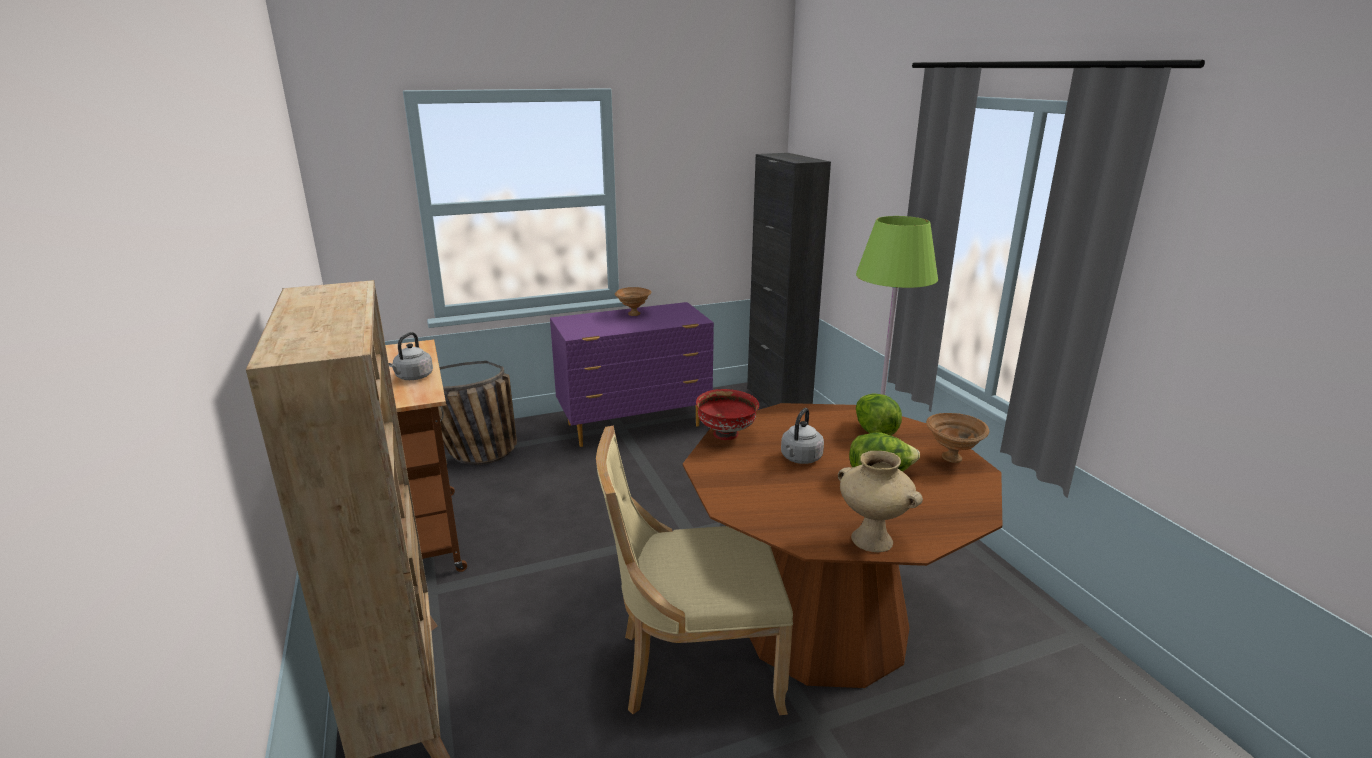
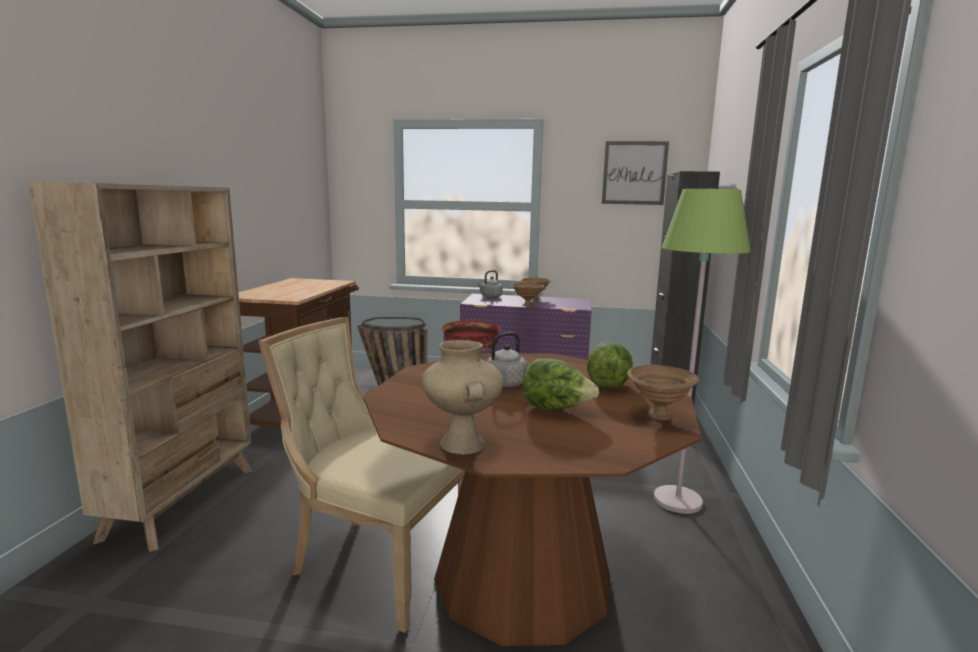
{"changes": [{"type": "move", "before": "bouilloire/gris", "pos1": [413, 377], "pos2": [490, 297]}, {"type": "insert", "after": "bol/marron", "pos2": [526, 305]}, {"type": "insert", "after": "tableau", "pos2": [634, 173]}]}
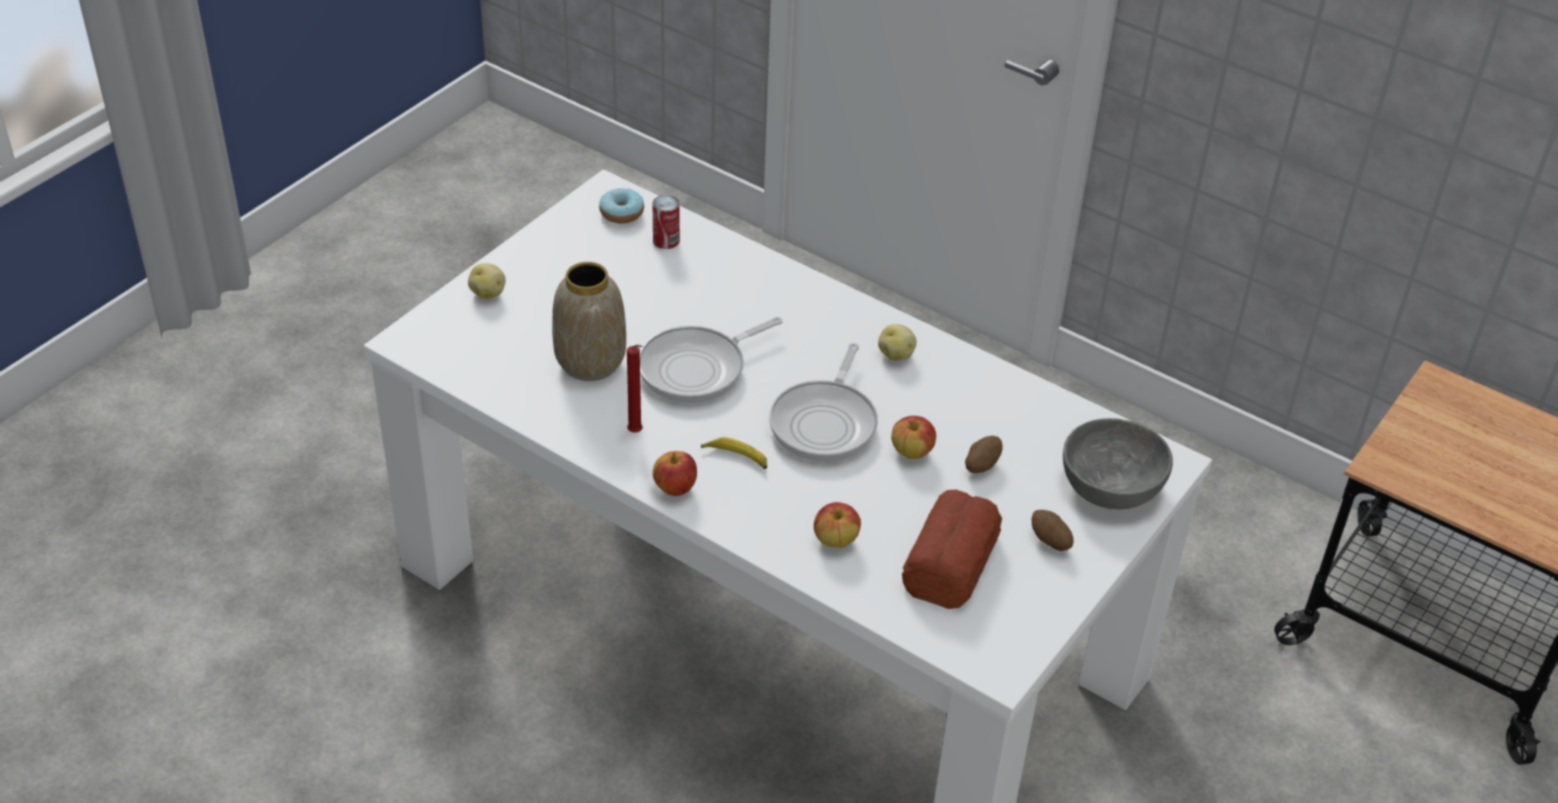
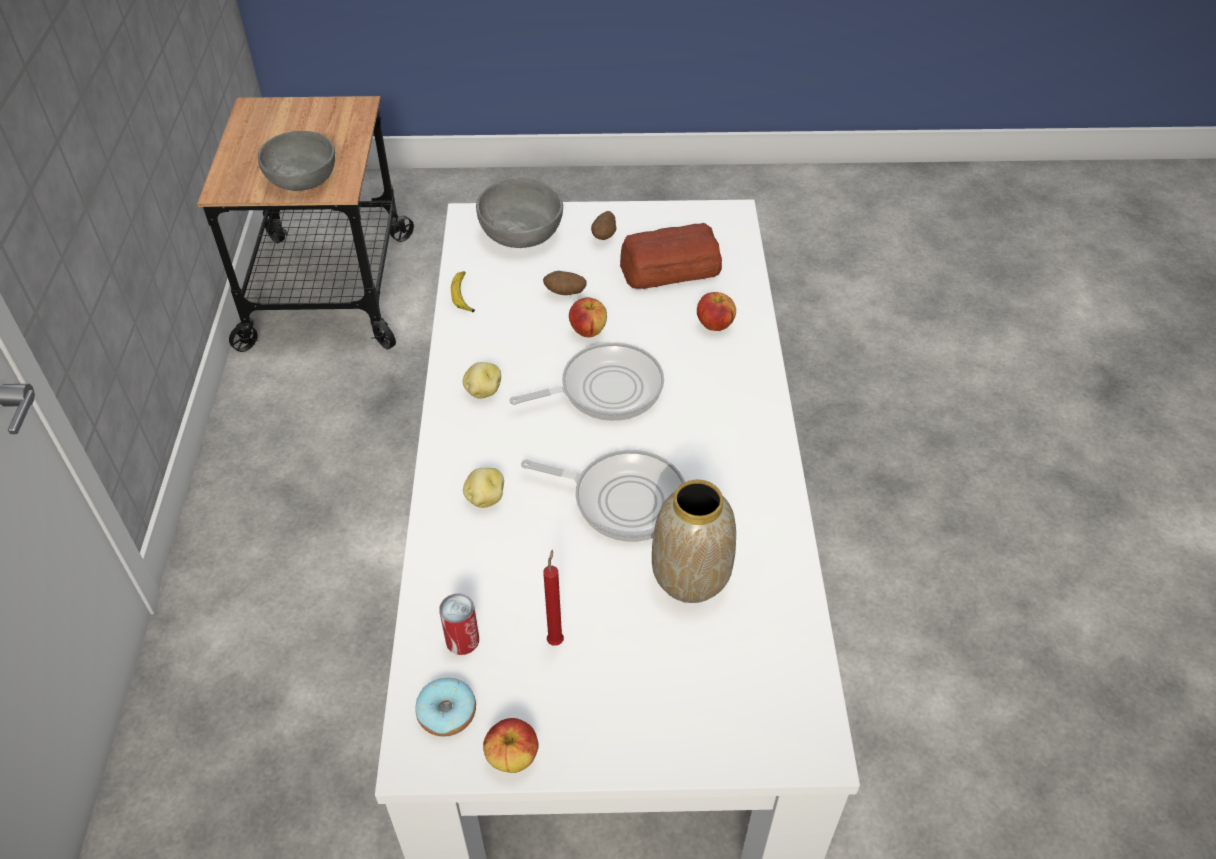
{"changes": [{"type": "insert", "after": "bol/gris", "pos2": [302, 178]}, {"type": "move", "before": "banane", "pos1": [736, 457], "pos2": [464, 295]}, {"type": "move", "before": "pomme de terre", "pos1": [488, 292], "pos2": [485, 498]}, {"type": "move", "before": "pomme", "pos1": [675, 488], "pos2": [512, 757]}, {"type": "move", "before": "bougie/rouge", "pos1": [636, 433], "pos2": [556, 639]}]}
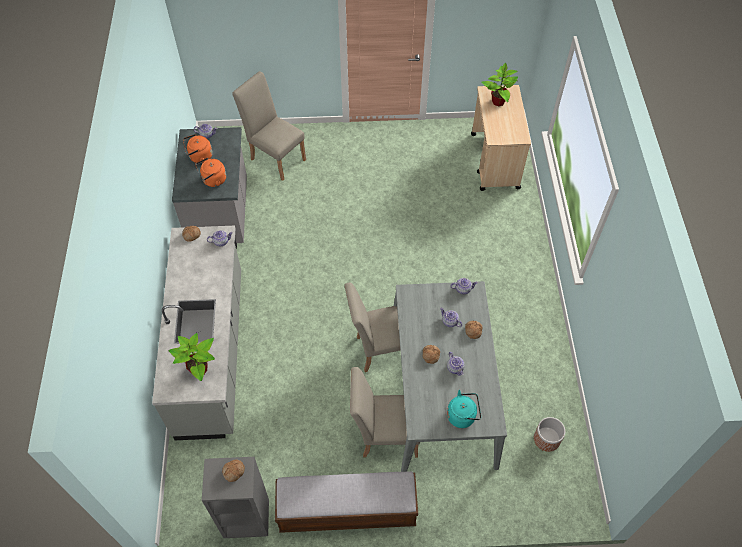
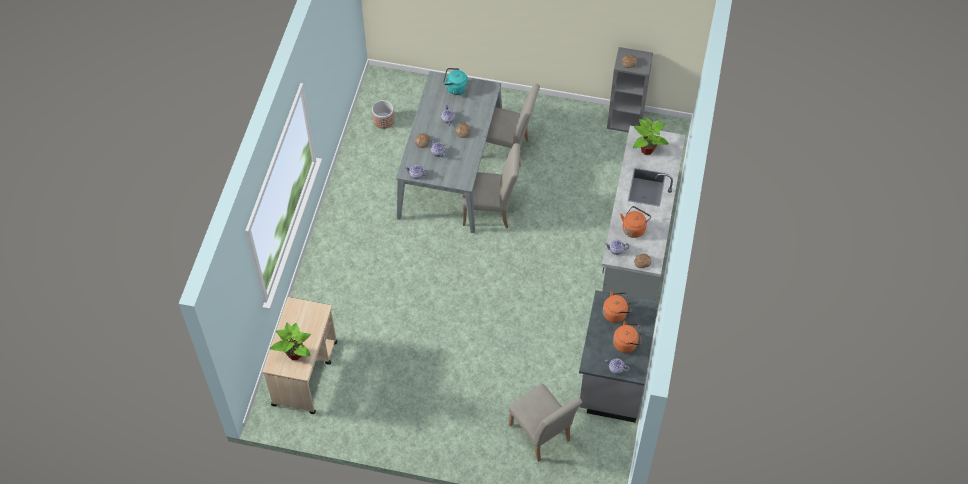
{"changes": [{"type": "insert", "after": "bouilloire/orange", "pos2": [634, 228]}, {"type": "delete", "before": "banc", "pos1": [347, 510]}]}
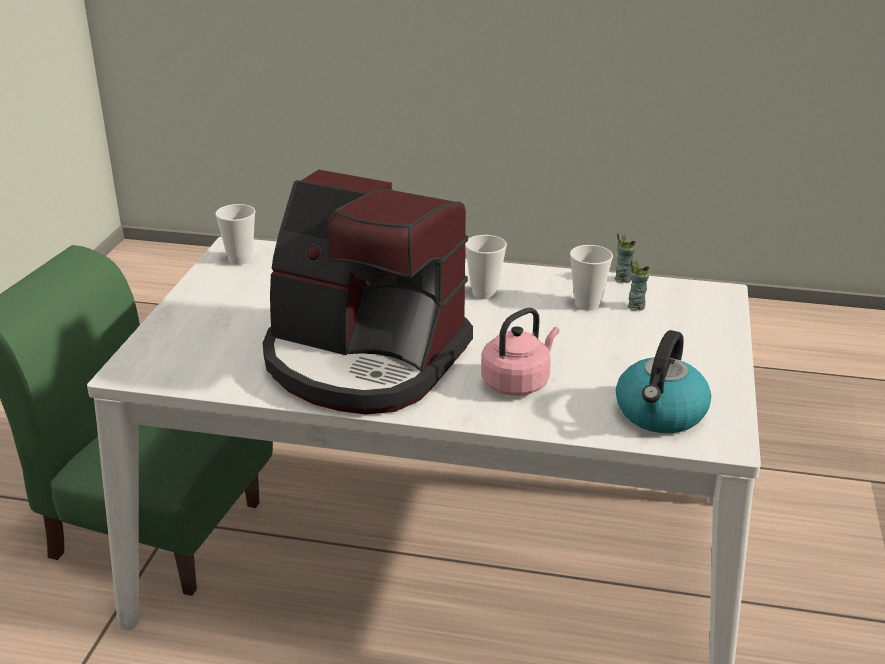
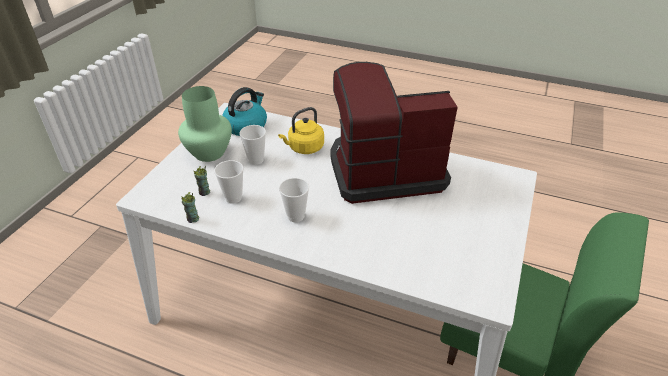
{"changes": [{"type": "insert", "after": "vase/vert", "pos2": [208, 153]}, {"type": "move", "before": "tasse", "pos1": [240, 259], "pos2": [256, 160]}, {"type": "recolor", "before": "bouilloire/rose", "after": "bouilloire/jaune", "pos1": [518, 382], "pos2": [304, 148]}, {"type": "rotate", "before": "machine à café", "pos1": [363, 360], "pos2": [383, 170], "turn": -45}]}
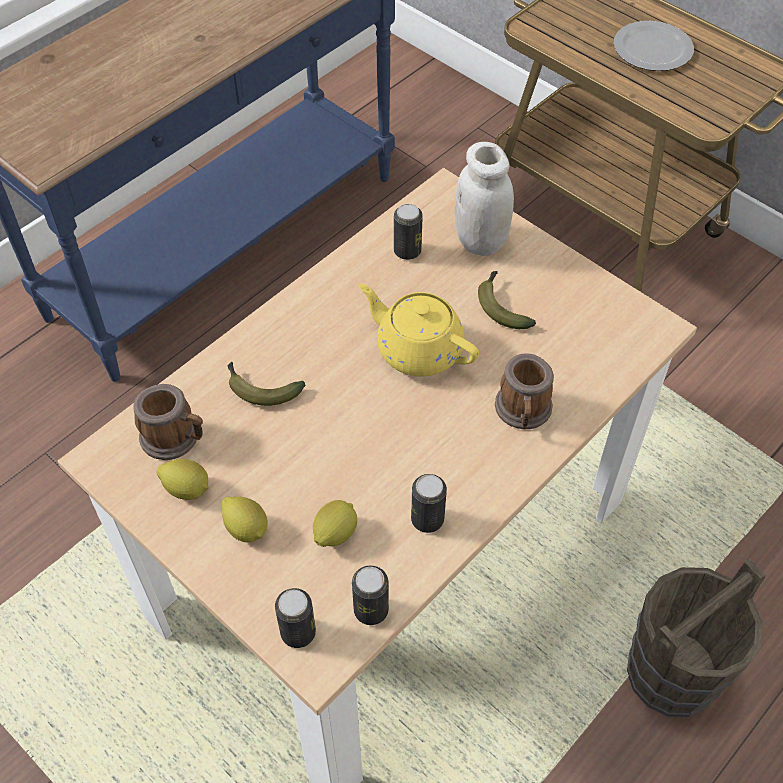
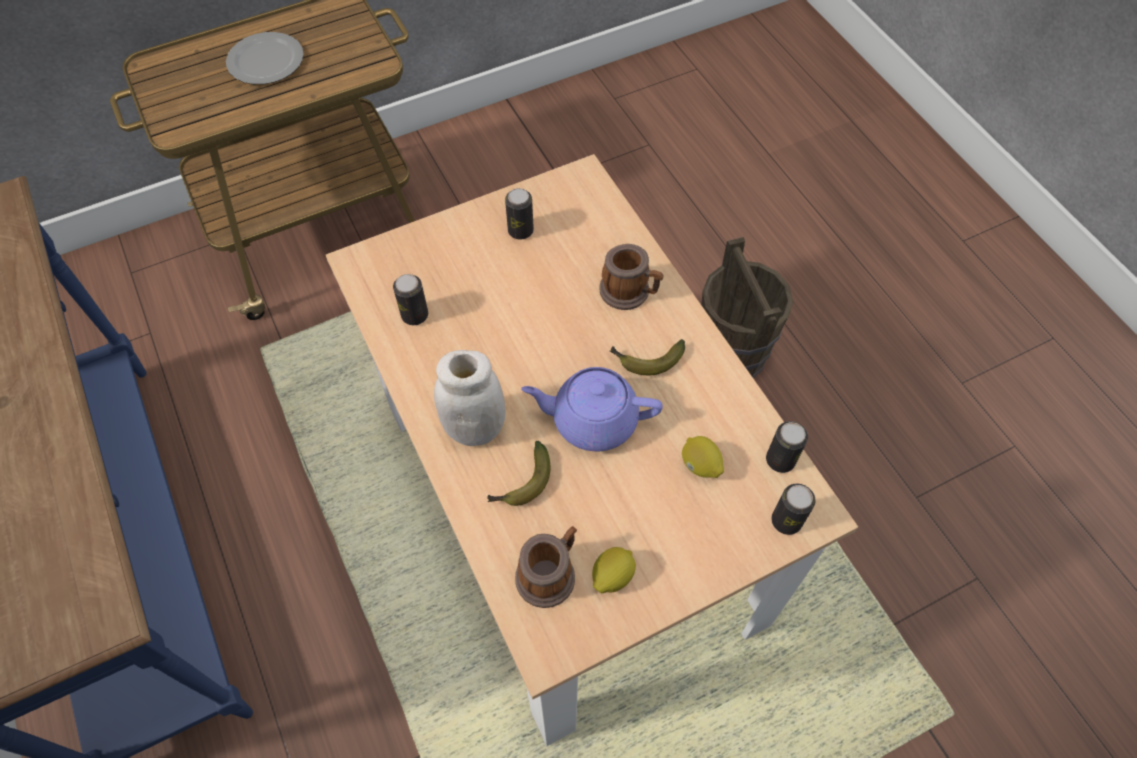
{"changes": [{"type": "move", "before": "bocal/blanc", "pos1": [480, 241], "pos2": [475, 428]}, {"type": "move", "before": "boîte métallique", "pos1": [427, 519], "pos2": [520, 231]}, {"type": "insert", "after": "théière/violet", "pos2": [592, 420]}, {"type": "move", "before": "banane", "pos1": [501, 306], "pos2": [646, 360]}, {"type": "delete", "before": "citron", "pos1": [246, 528]}, {"type": "delete", "before": "théière/jaune", "pos1": [417, 349]}]}
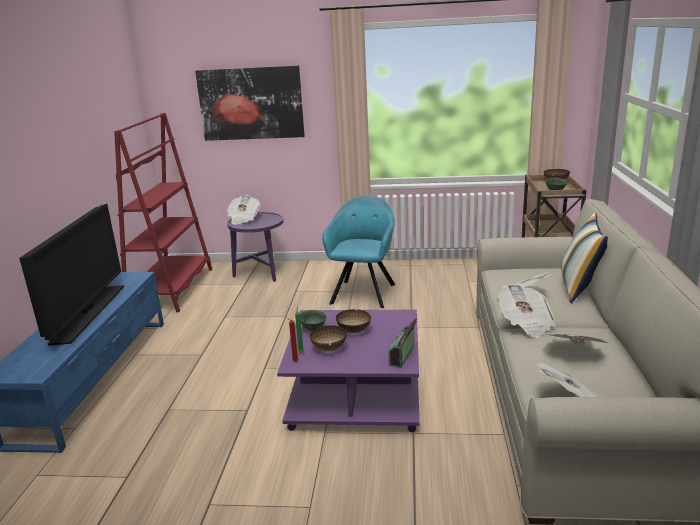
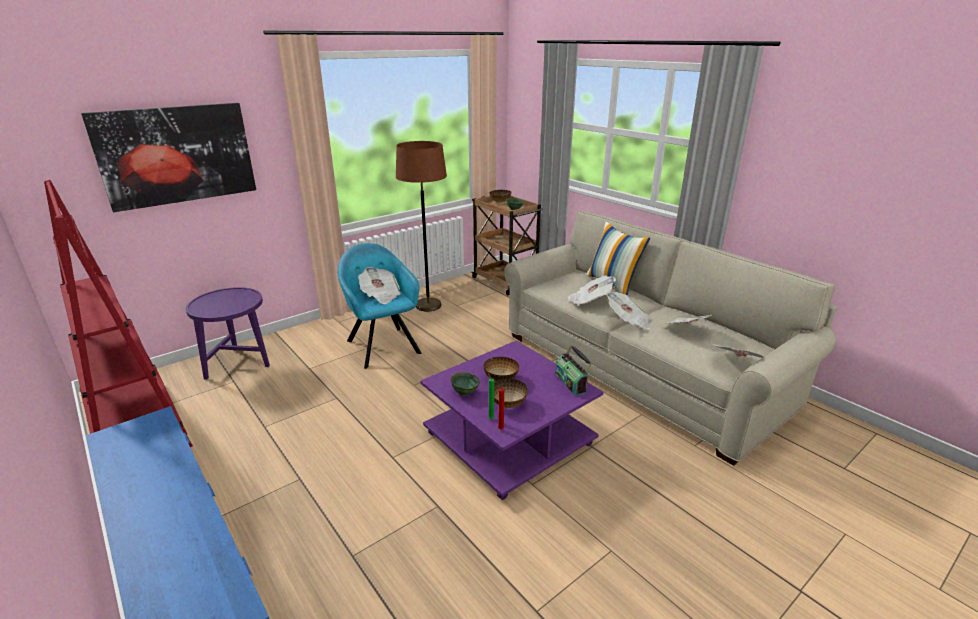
{"changes": [{"type": "move", "before": "journal", "pos1": [243, 219], "pos2": [380, 295]}, {"type": "insert", "after": "lampadaire/marron", "pos2": [428, 305]}, {"type": "delete", "before": "téléviseur", "pos1": [89, 313]}]}
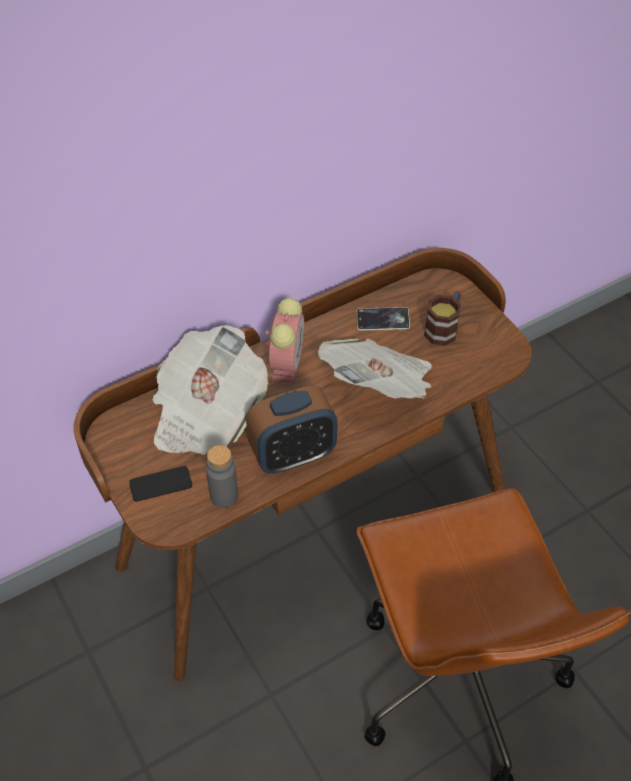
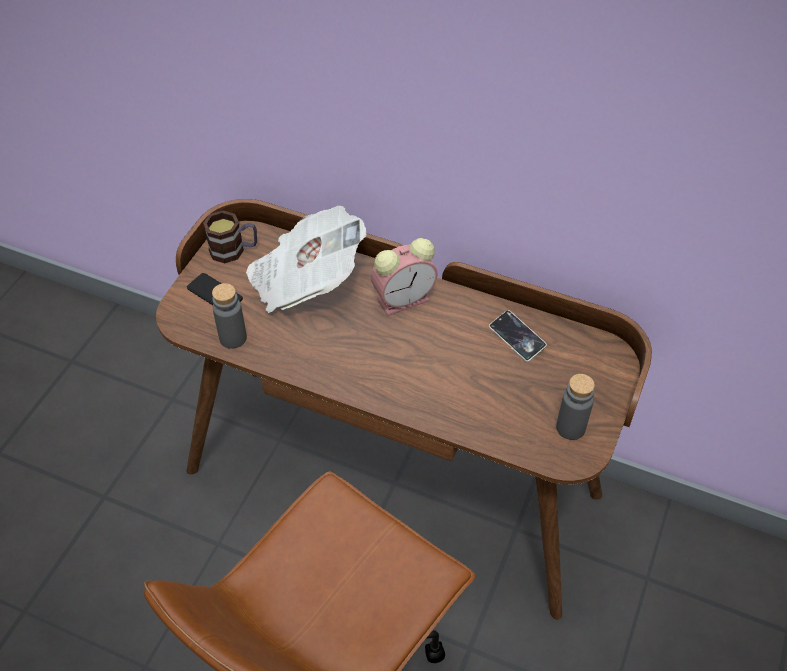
{"changes": [{"type": "move", "before": "mug", "pos1": [444, 328], "pos2": [234, 250]}, {"type": "insert", "after": "bouteille/gris", "pos2": [570, 428]}, {"type": "delete", "before": "réveil", "pos1": [293, 455]}, {"type": "delete", "before": "journal", "pos1": [379, 387]}]}
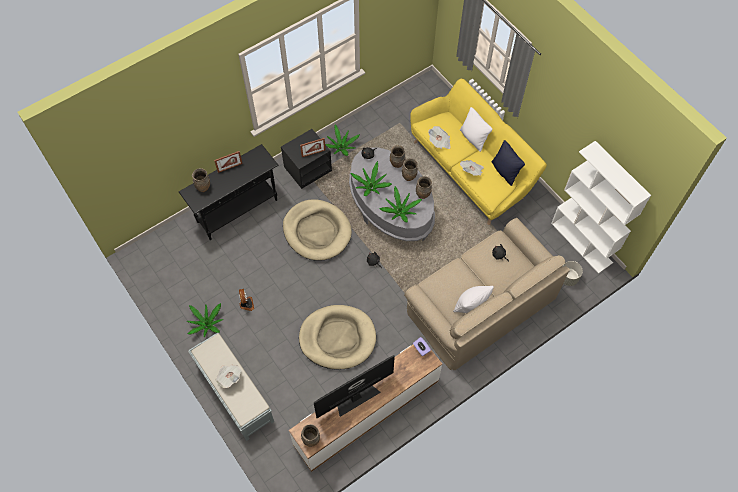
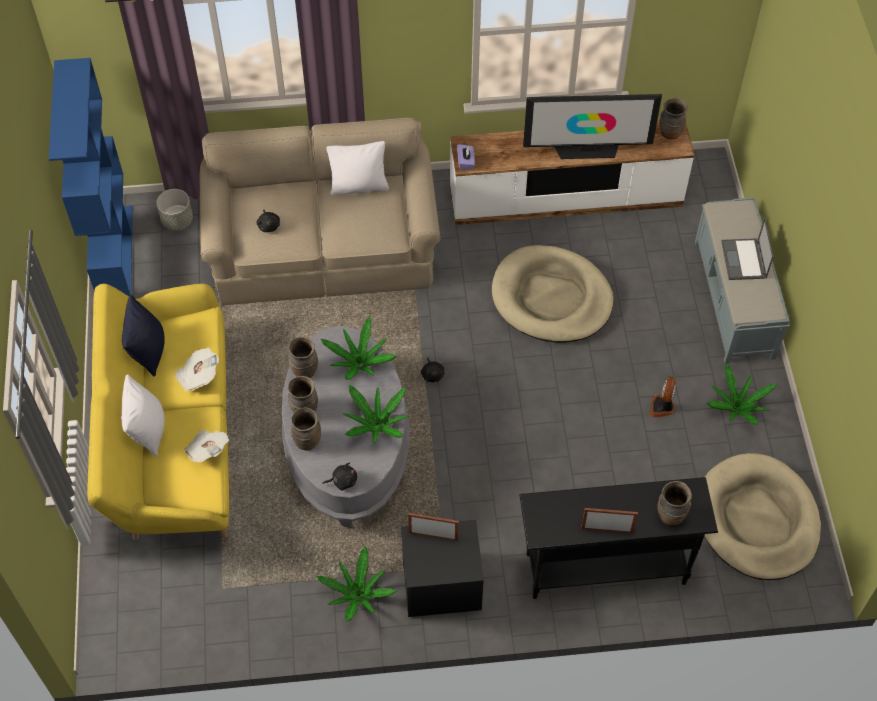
{"changes": [{"type": "recolor", "before": "bibliothèque/blanc", "after": "bibliothèque/bleu", "pos1": [582, 243], "pos2": [114, 253]}, {"type": "move", "before": "panier pour chien/beige", "pos1": [317, 231], "pos2": [757, 520]}, {"type": "replace", "before": "journal", "after": "ordinateur portable", "pos1": [229, 377], "pos2": [744, 260]}]}
